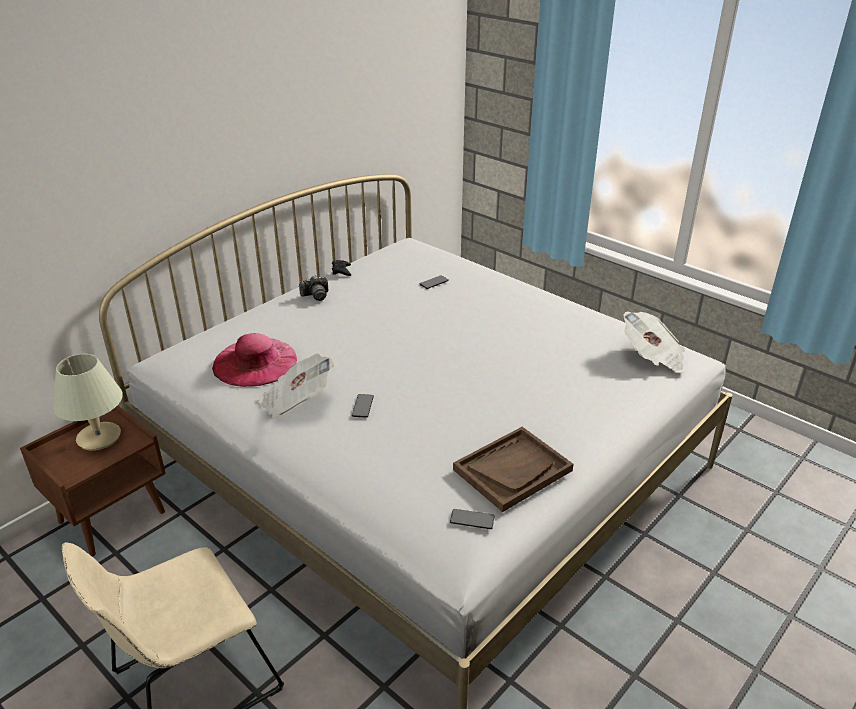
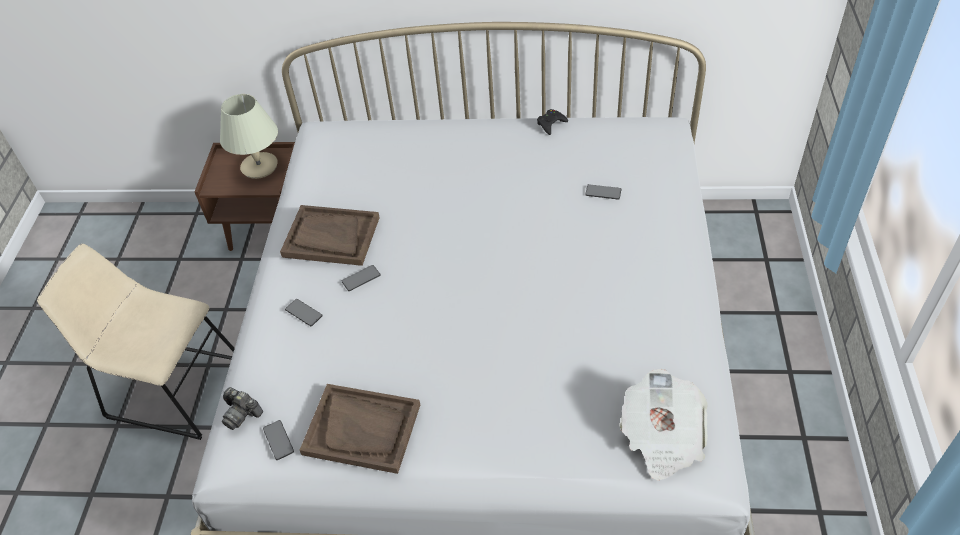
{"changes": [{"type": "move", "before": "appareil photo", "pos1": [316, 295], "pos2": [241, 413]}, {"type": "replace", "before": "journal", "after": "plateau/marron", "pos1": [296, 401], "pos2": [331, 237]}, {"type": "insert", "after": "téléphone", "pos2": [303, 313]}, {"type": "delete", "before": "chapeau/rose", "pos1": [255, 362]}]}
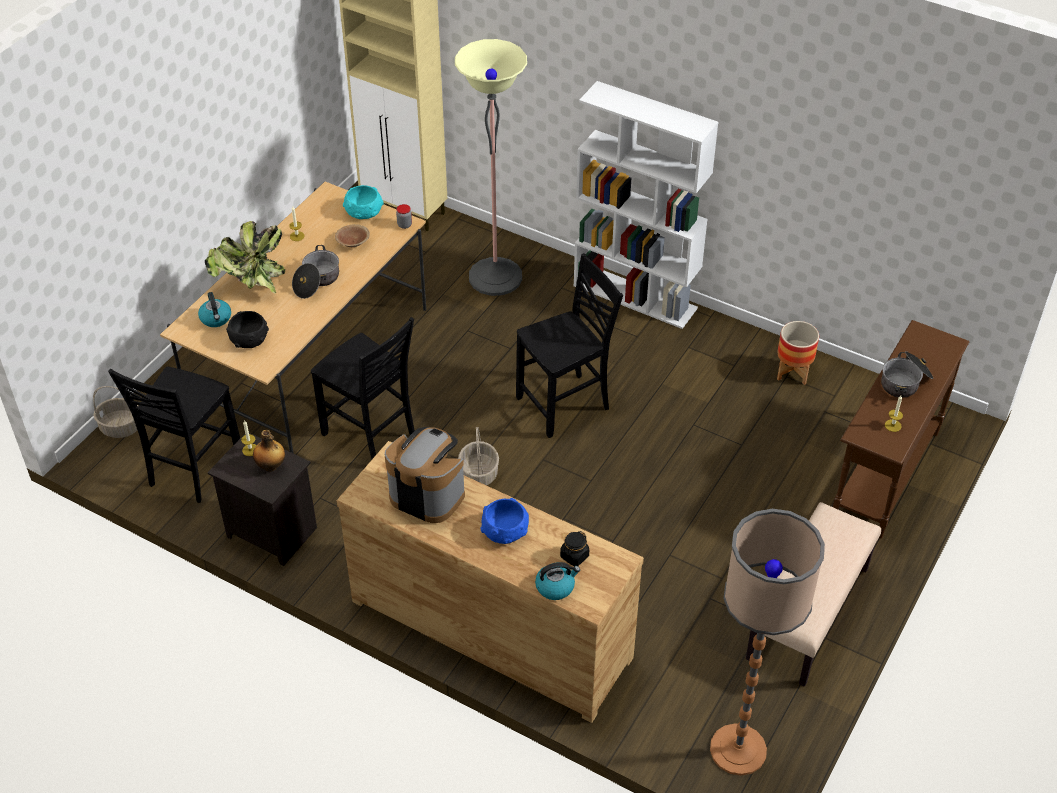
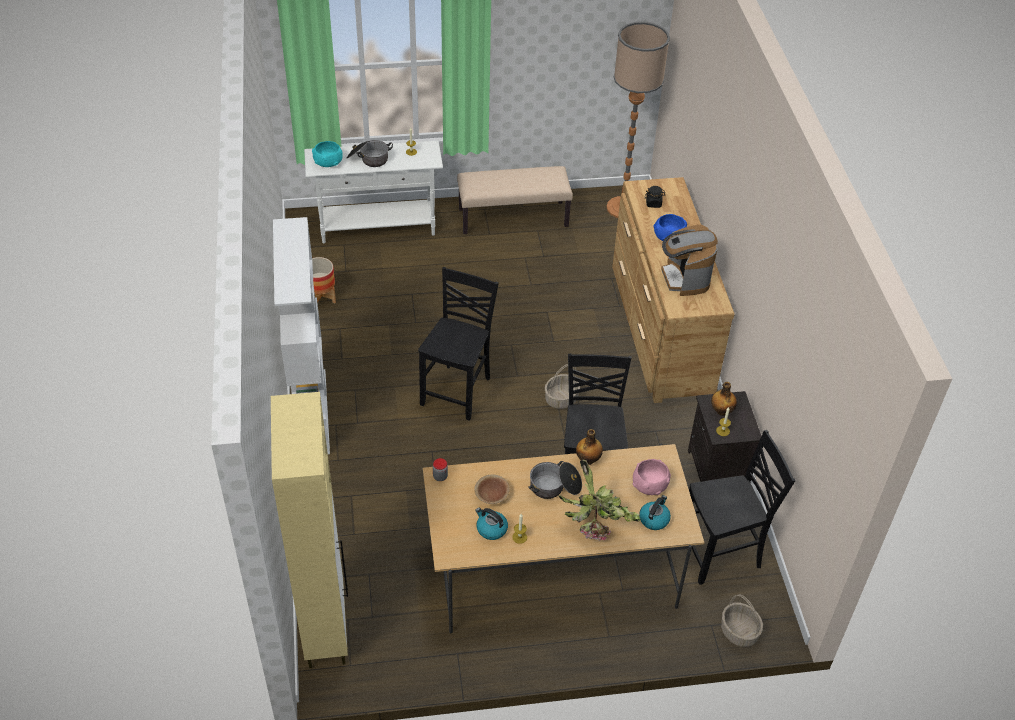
{"changes": [{"type": "recolor", "before": "table console/marron", "after": "table console/blanc", "pos1": [885, 475], "pos2": [378, 227]}, {"type": "move", "before": "bol/turquoise", "pos1": [363, 211], "pos2": [327, 161]}, {"type": "rotate", "before": "chaise/noir", "pos1": [565, 404], "pos2": [458, 391], "turn": 90}, {"type": "move", "before": "bouilloire", "pos1": [555, 586], "pos2": [491, 529]}, {"type": "insert", "after": "bouteille", "pos2": [588, 459]}, {"type": "recolor", "before": "bol/noir", "after": "bol/rose", "pos1": [248, 338], "pos2": [650, 484]}, {"type": "delete", "before": "lampadaire", "pos1": [495, 277]}]}
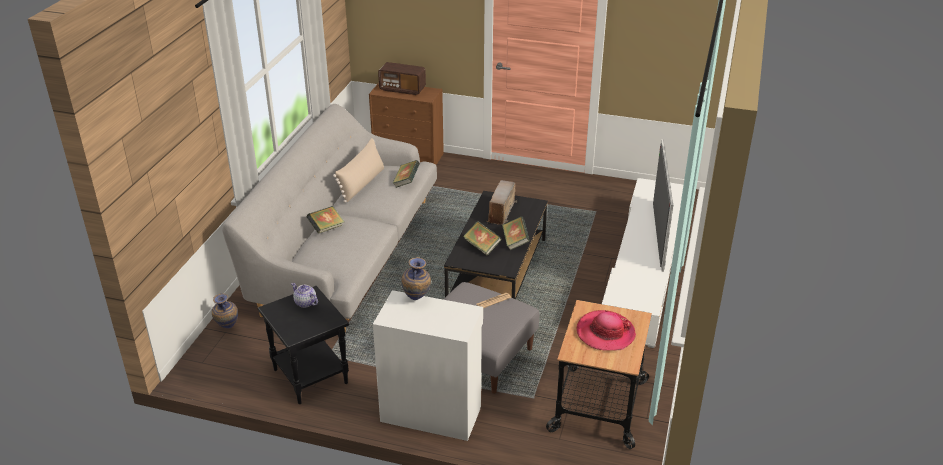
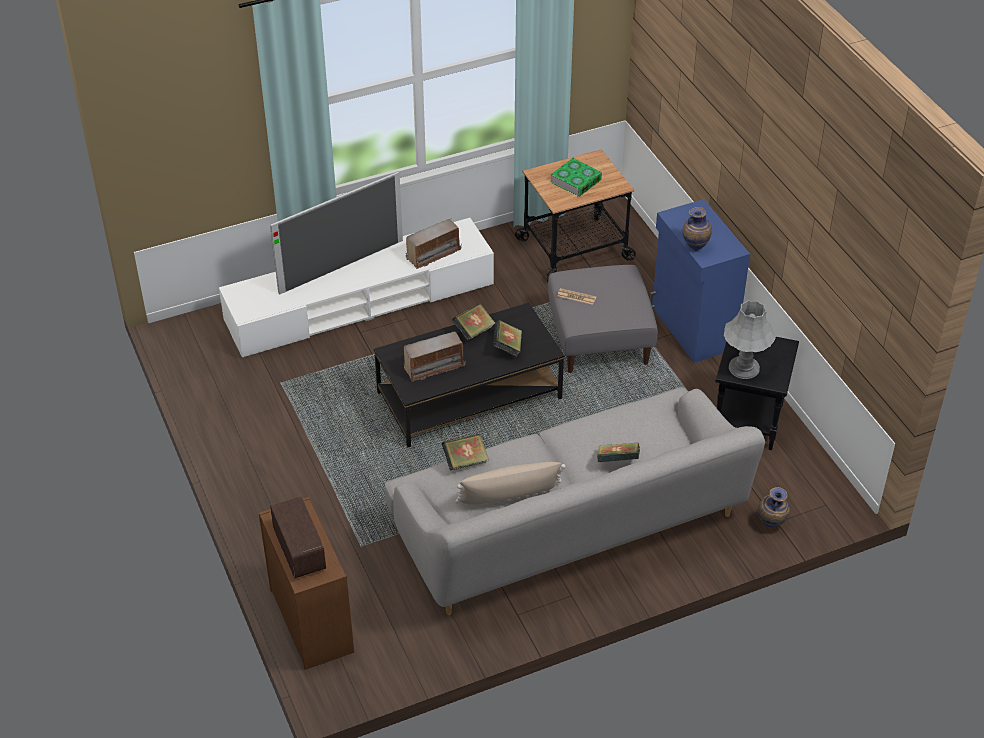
{"changes": [{"type": "insert", "after": "radio", "pos2": [433, 254]}, {"type": "replace", "before": "chapeau", "after": "livre", "pos1": [605, 333], "pos2": [576, 181]}, {"type": "recolor", "before": "meuble de rangement/blanc", "after": "meuble de rangement/bleu", "pos1": [431, 412], "pos2": [692, 328]}, {"type": "replace", "before": "théière", "after": "lampe de table/gris", "pos1": [305, 303], "pos2": [744, 368]}]}
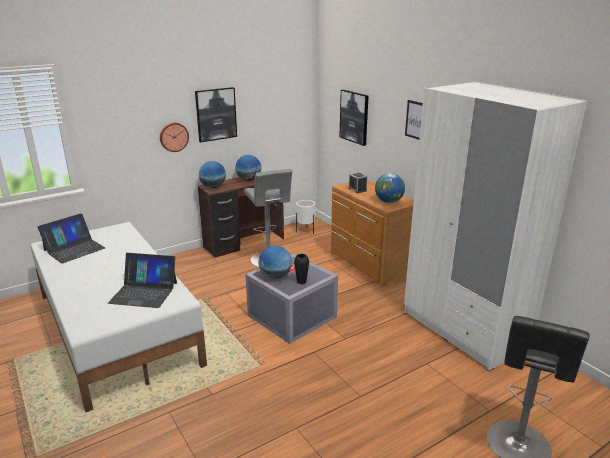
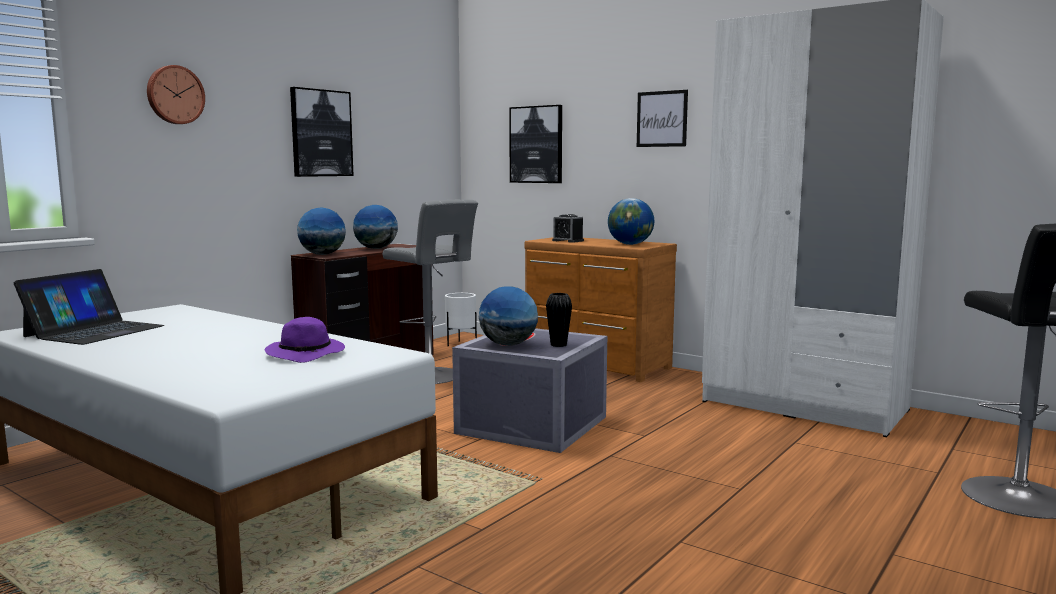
{"changes": [{"type": "move", "before": "horloge murale", "pos1": [173, 137], "pos2": [174, 95]}, {"type": "replace", "before": "ordinateur portable", "after": "chapeau/violet", "pos1": [144, 292], "pos2": [307, 354]}]}
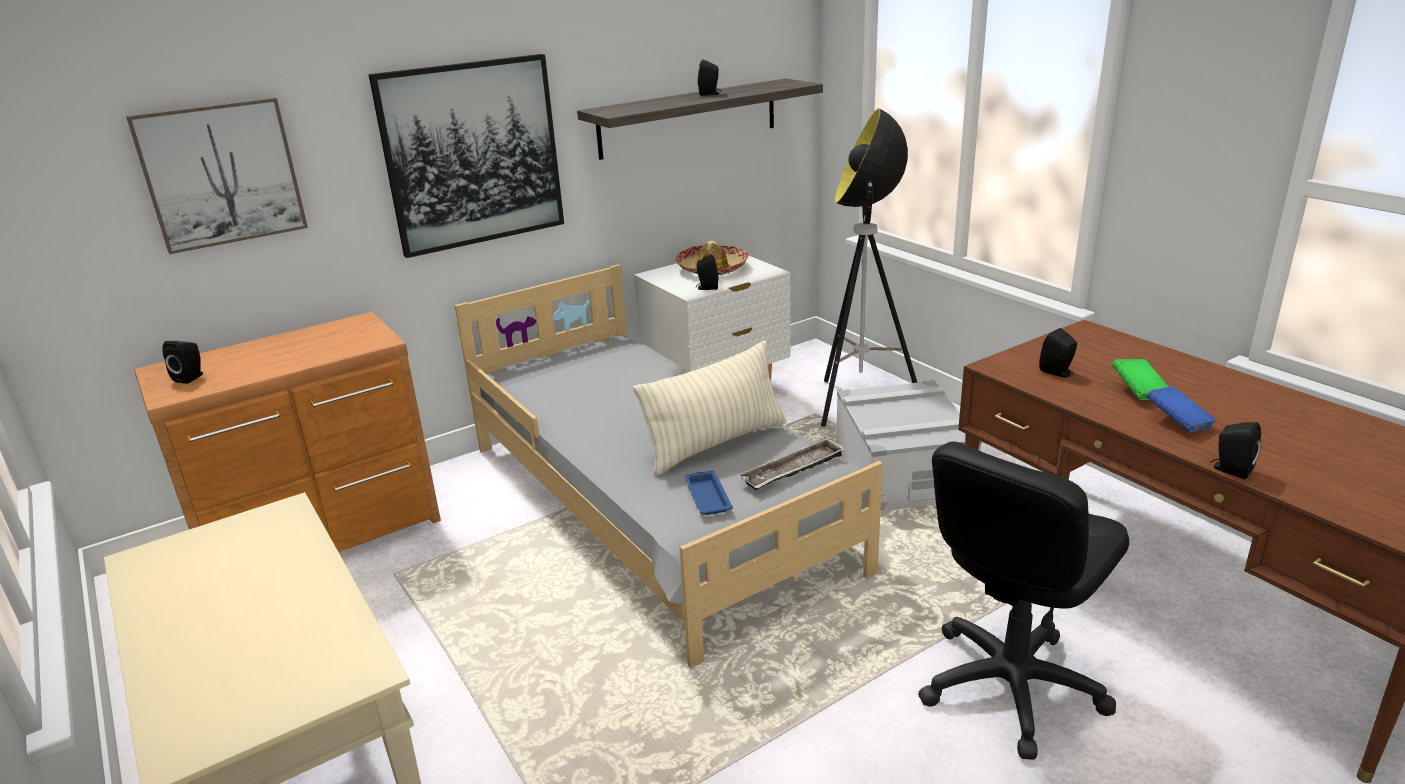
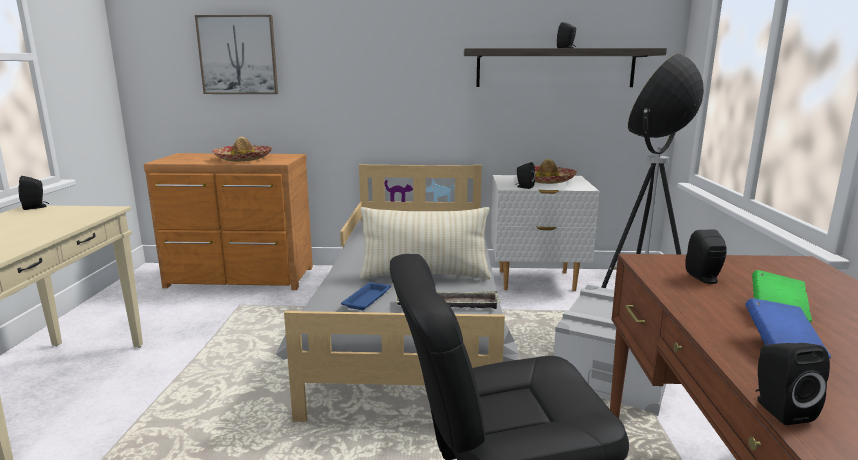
{"changes": [{"type": "move", "before": "enceinte/noir", "pos1": [191, 377], "pos2": [35, 207]}, {"type": "insert", "after": "chapeau", "pos2": [243, 159]}, {"type": "delete", "before": "tableau", "pos1": [472, 154]}]}
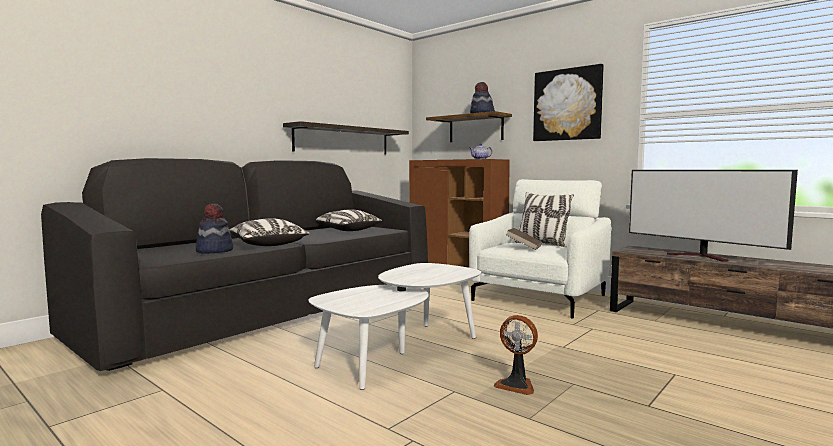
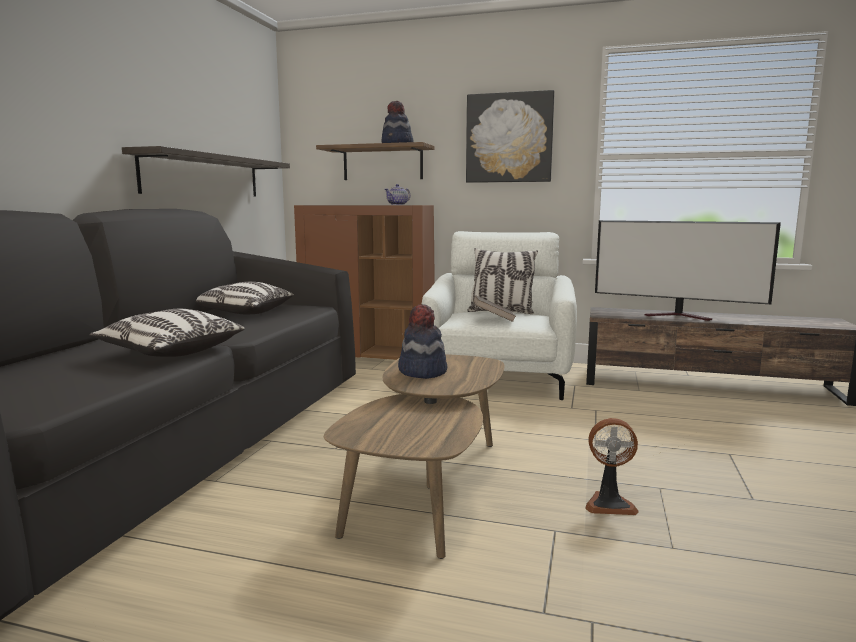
{"changes": [{"type": "recolor", "before": "table basse/blanc", "after": "table basse/marron", "pos1": [402, 352], "pos2": [428, 485]}, {"type": "move", "before": "chapeau", "pos1": [214, 251], "pos2": [422, 372]}]}
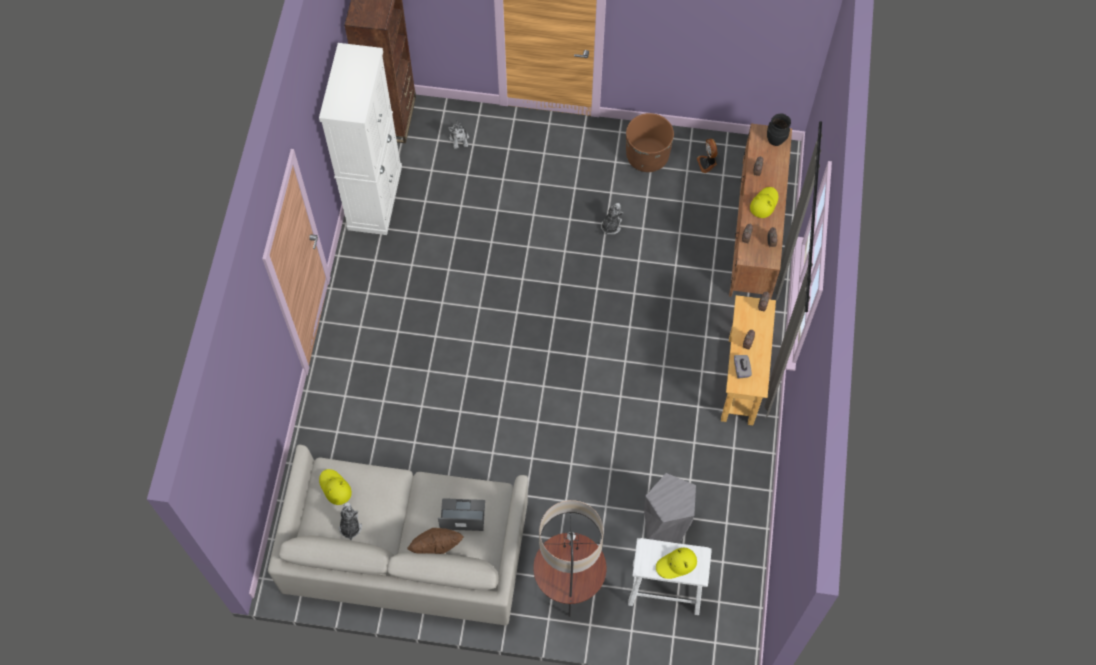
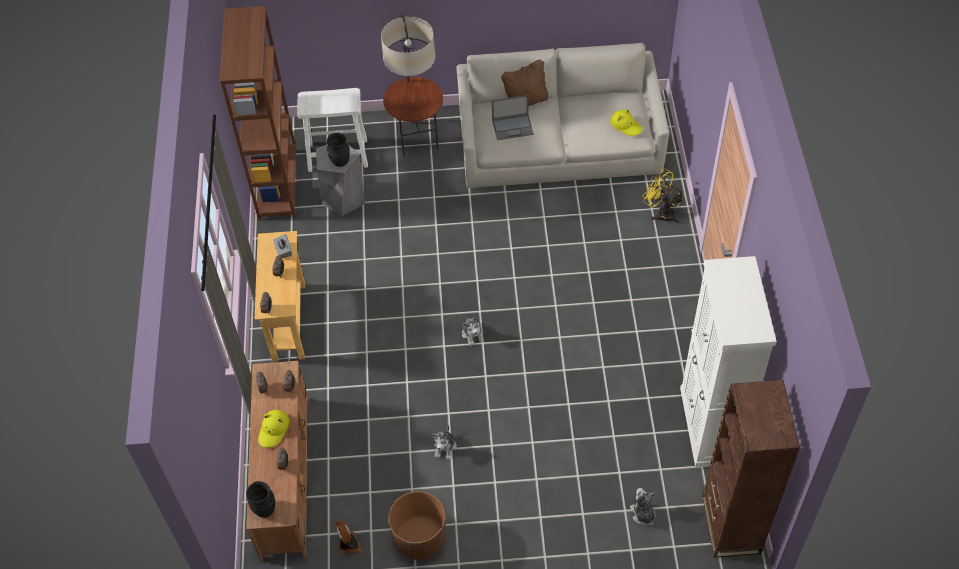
{"changes": [{"type": "insert", "after": "bibliothèque/marron", "pos2": [277, 184]}, {"type": "insert", "after": "vase/noir", "pos2": [340, 161]}, {"type": "move", "before": "peluche", "pos1": [350, 526], "pos2": [472, 334]}, {"type": "insert", "after": "ventilateur/jaune", "pos2": [661, 212]}, {"type": "delete", "before": "chapeau/jaune", "pos1": [676, 564]}]}
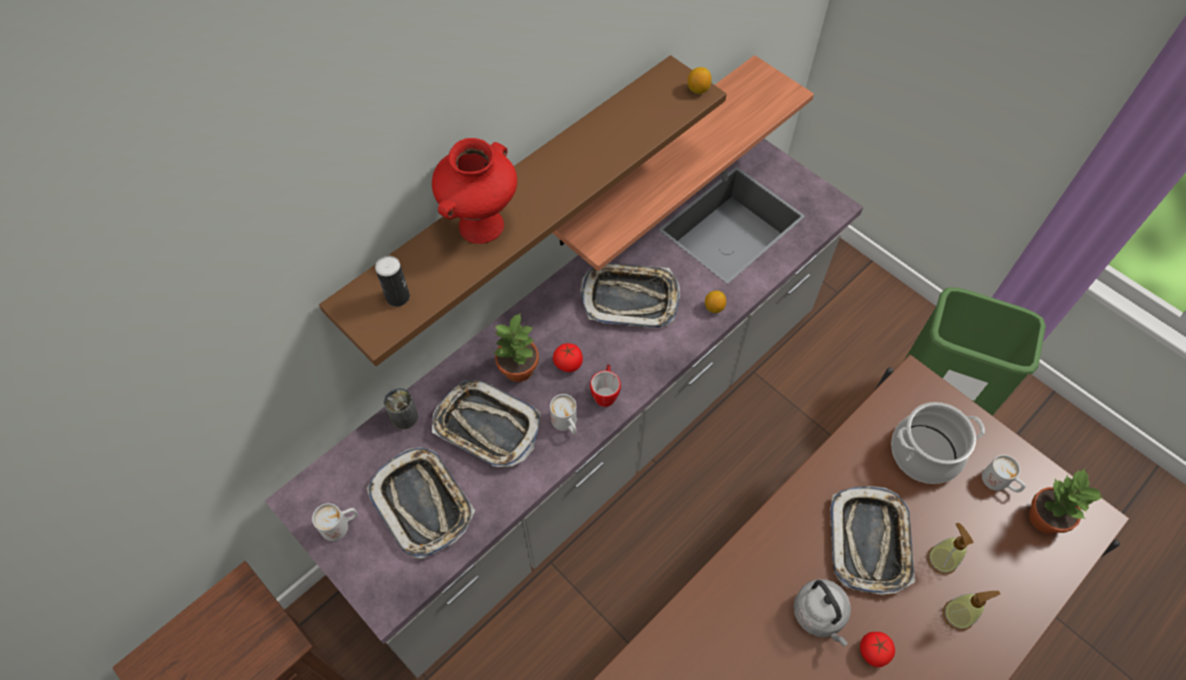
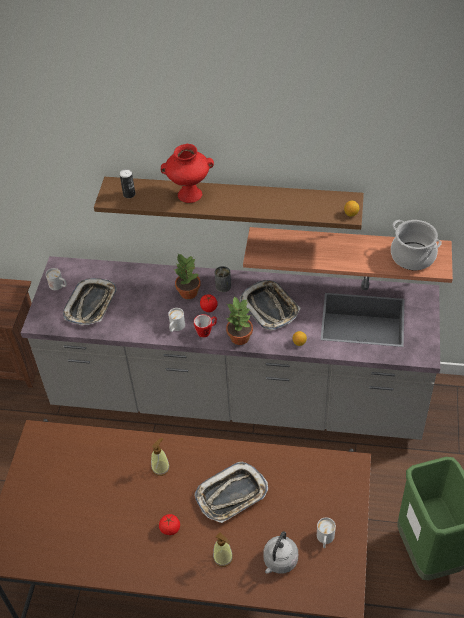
{"changes": [{"type": "move", "before": "distributeur de savon", "pos1": [941, 559], "pos2": [160, 467]}, {"type": "move", "before": "boîte métallique", "pos1": [404, 417], "pos2": [223, 286]}, {"type": "move", "before": "plante en pot", "pos1": [1044, 517], "pos2": [240, 337]}, {"type": "move", "before": "bouilloire/gris", "pos1": [819, 615], "pos2": [279, 561]}, {"type": "move", "before": "marmite", "pos1": [924, 454], "pos2": [412, 256]}, {"type": "delete", "before": "plateau", "pos1": [486, 427]}]}
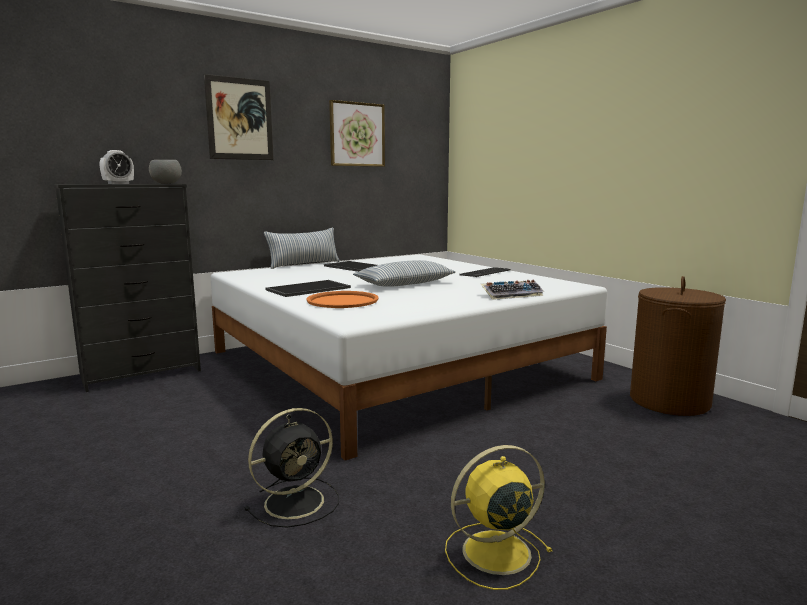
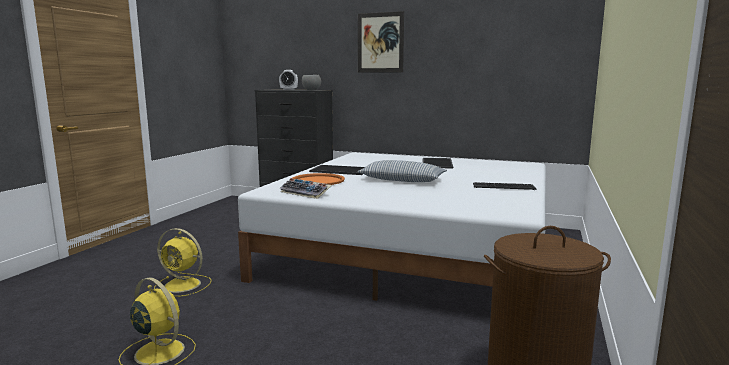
{"changes": [{"type": "recolor", "before": "ventilateur/noir", "after": "ventilateur/jaune", "pos1": [297, 501], "pos2": [183, 285]}, {"type": "move", "before": "clavier", "pos1": [512, 295], "pos2": [306, 193]}, {"type": "delete", "before": "coussin", "pos1": [304, 264]}, {"type": "delete", "before": "tableau", "pos1": [357, 134]}]}
